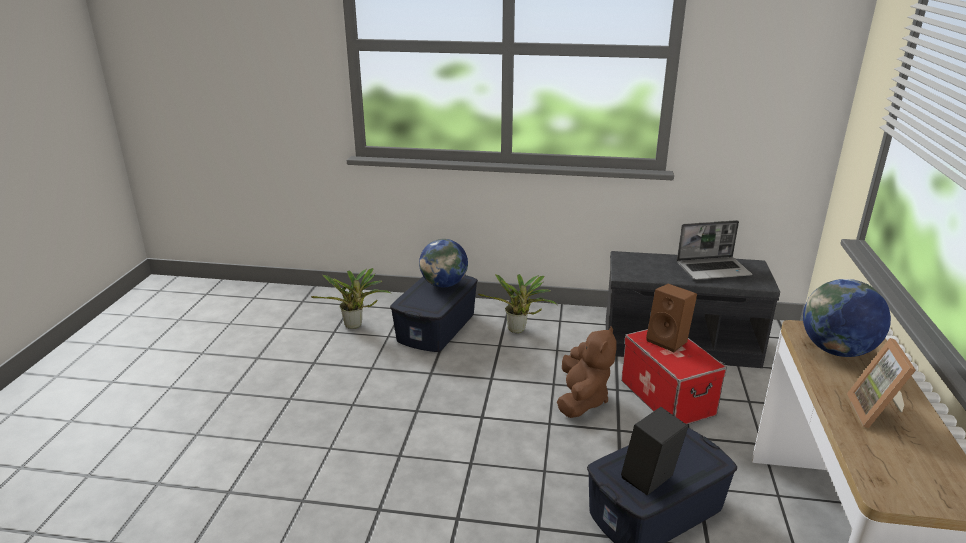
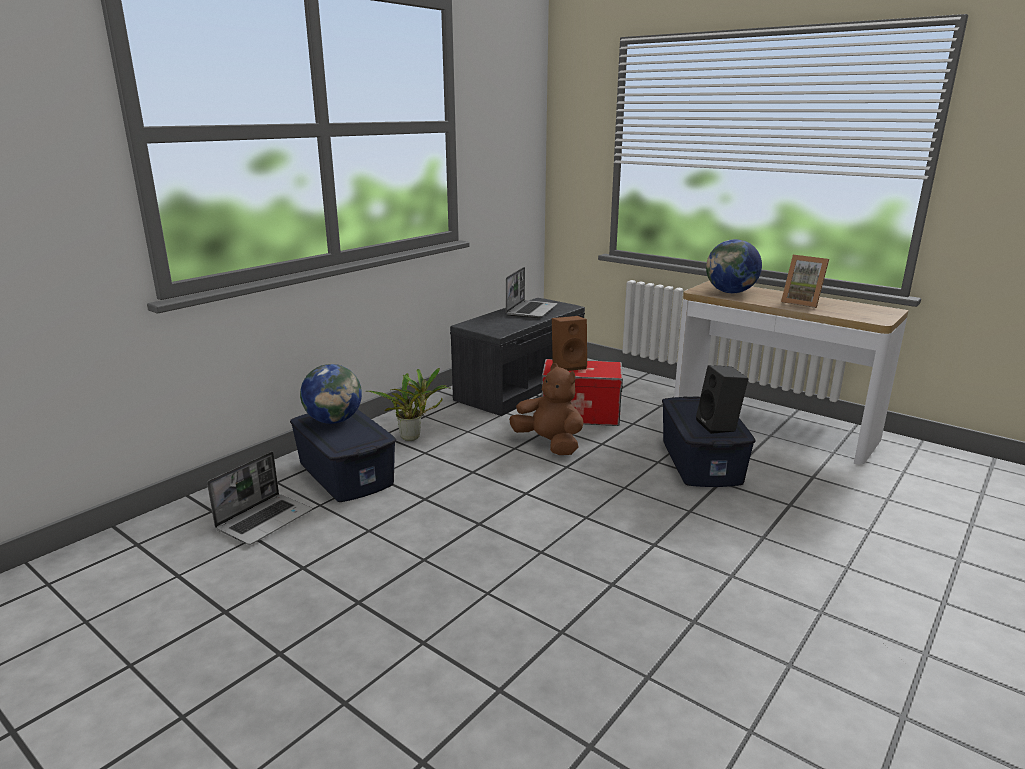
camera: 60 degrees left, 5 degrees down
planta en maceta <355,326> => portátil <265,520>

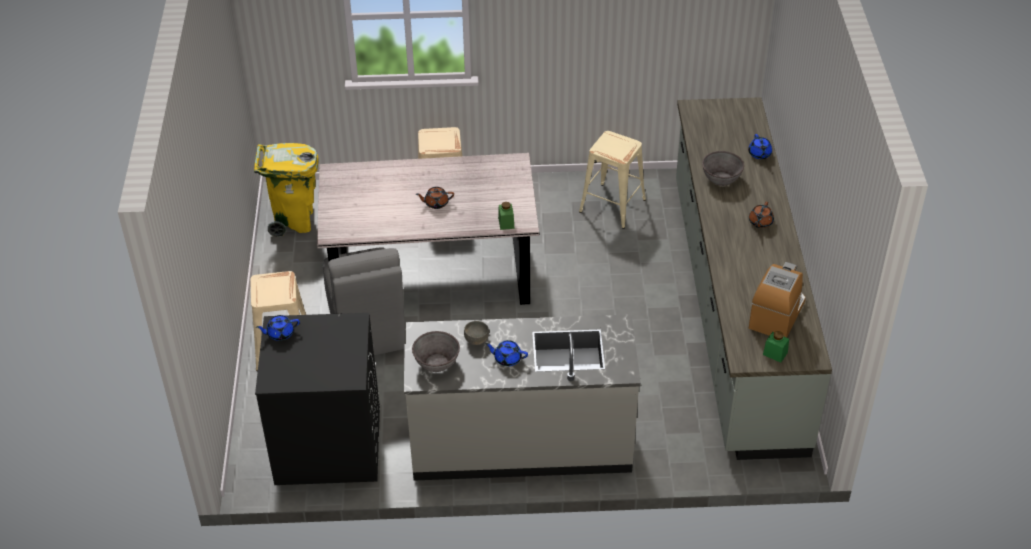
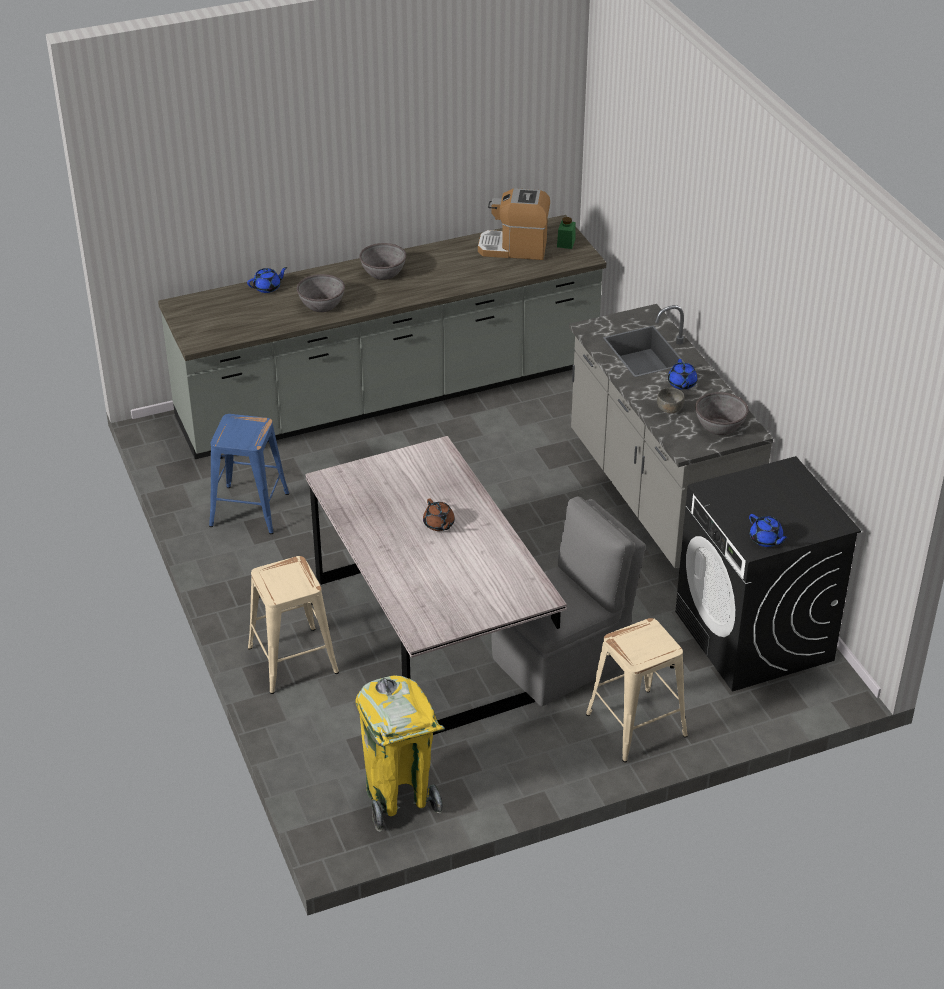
camera: 110 degrees left, 5 degrees down
taburete/beis <612,205> => taburete/azul <248,509>
tetera/marrón <760,222> => cuenco/gris <383,273>
tarro/verde <506,223> => nothing

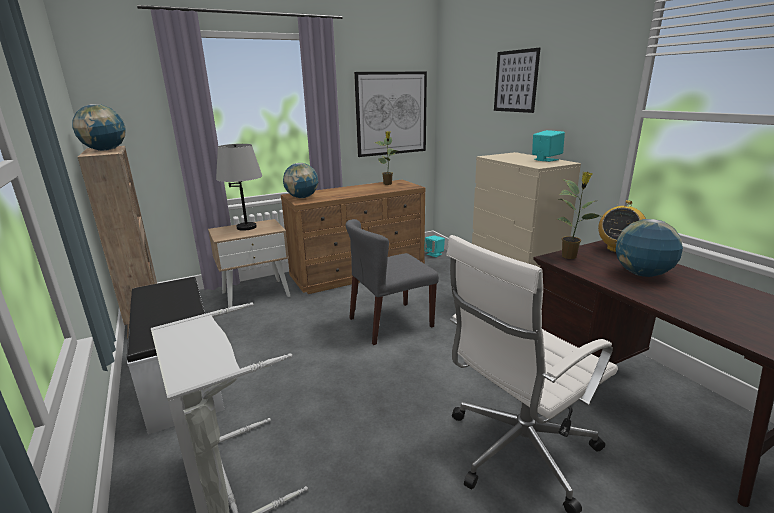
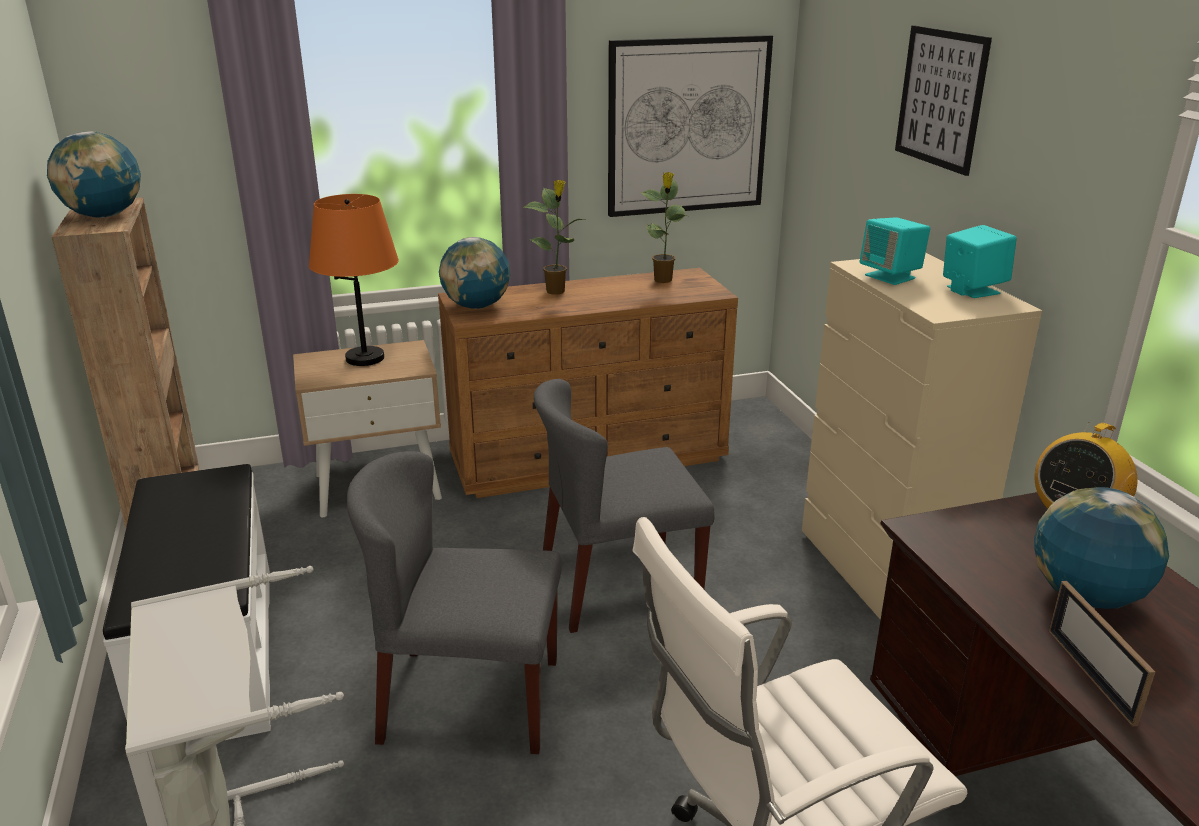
camera: 10 degrees right, 5 degrees up
lámpara de mesa/gris <247,227> => lámpara de mesa/naranja <365,358>
nothing => silla/gris <469,700>
planta en maceta <570,256> => planta en maceta <556,291>, relocated
altavoz/turquesa <434,254> => altavoz/turquesa <891,277>, relocated
nothing => portarretratos <1090,675>

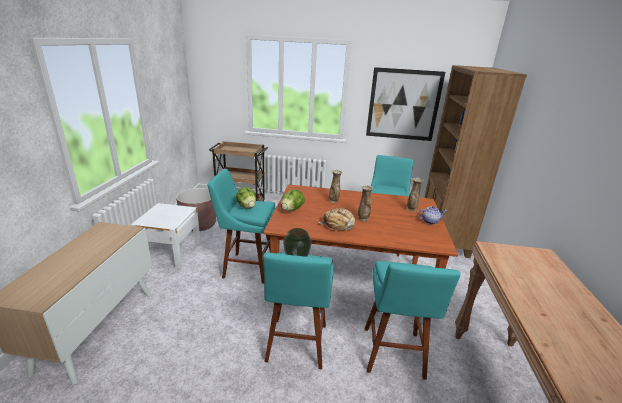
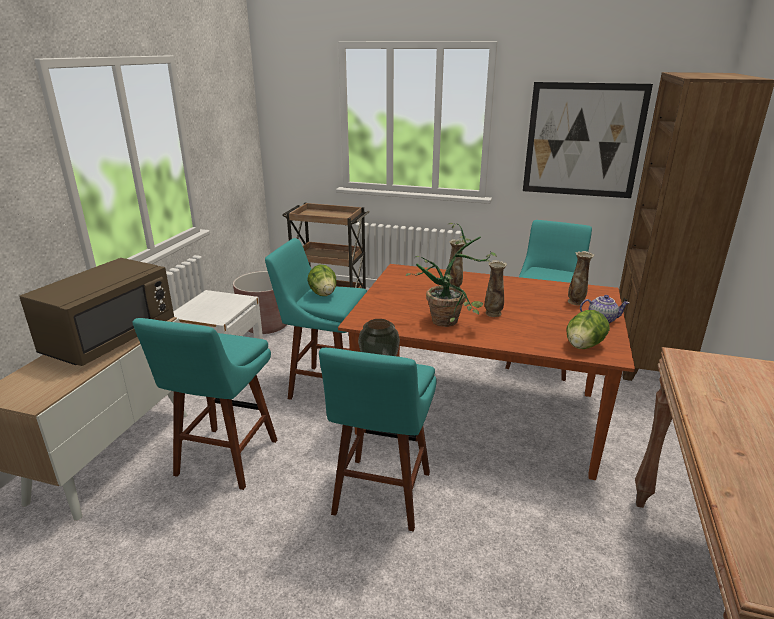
camera: 10 degrees right, 0 degrees up
nothing => microondas/marrón <110,338>
taburete/turquesa <393,355> => taburete/turquesa <224,461>, relocated
pan <338,225> => planta en maceta <452,321>
lechuga <291,210> => lechuga <583,346>, relocated

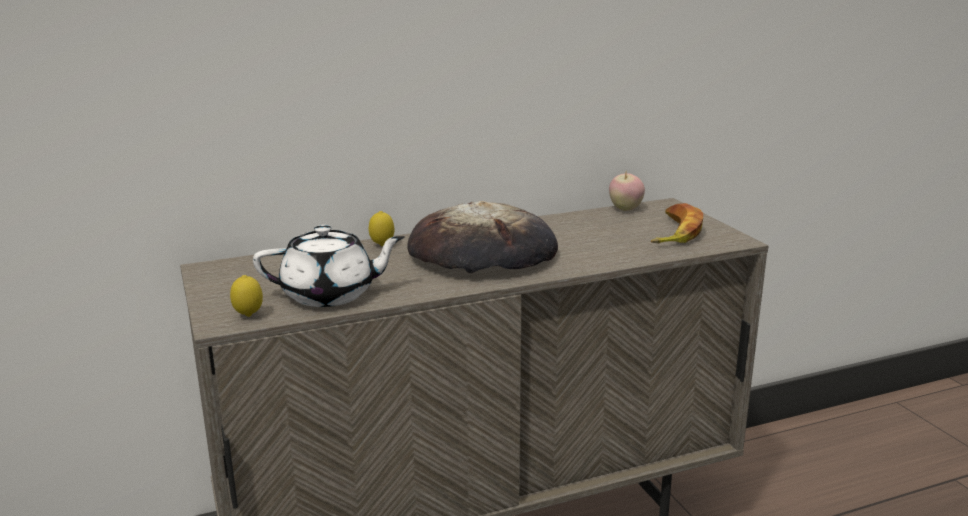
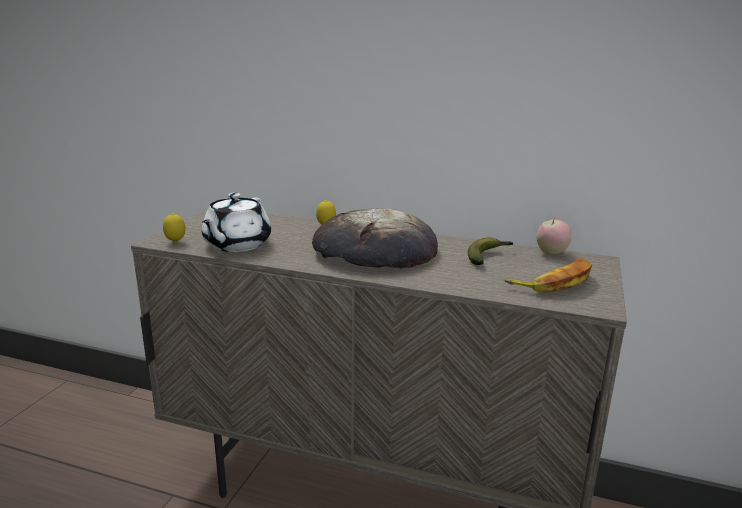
camera: 40 degrees right, 0 degrees up
tetera/blanco <330,294> => tetera/blanco <236,245>, 75 degrees clockwise
nothing => plátano <488,257>

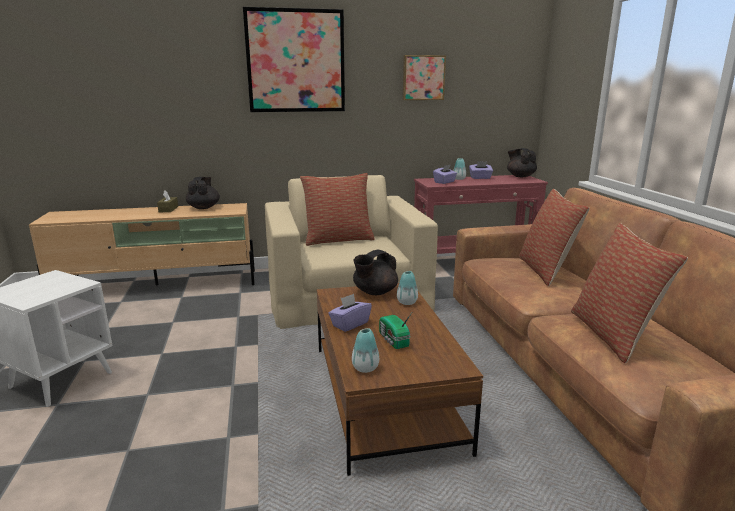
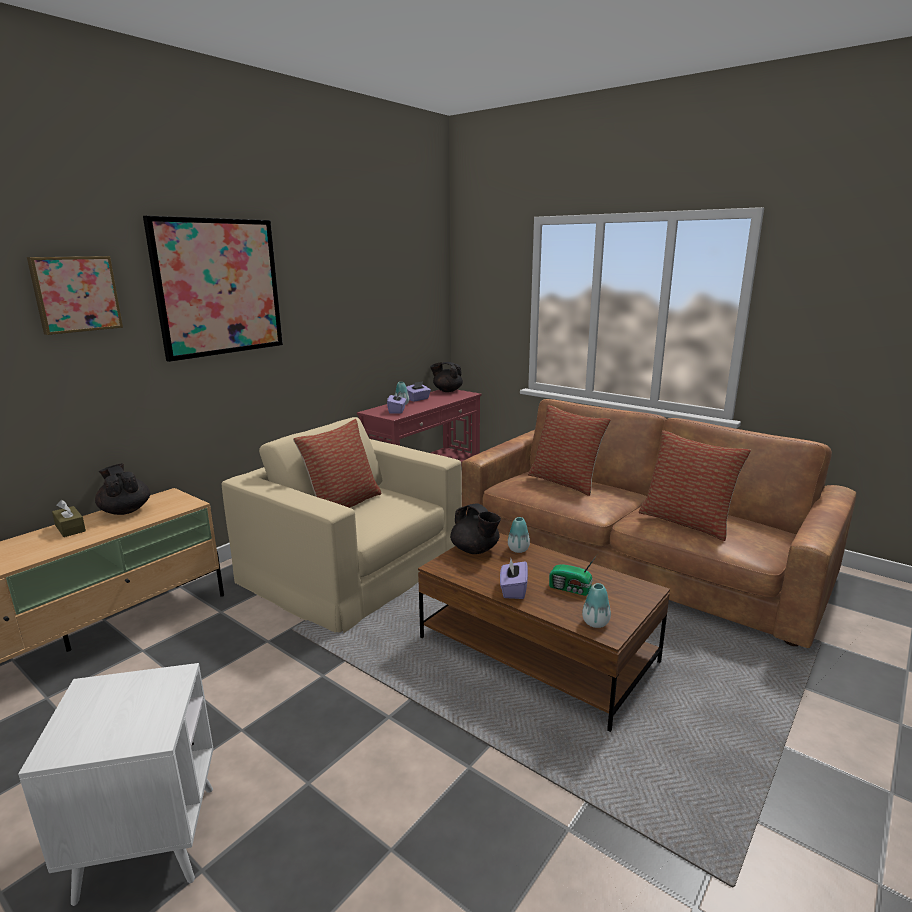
camera: 40 degrees left, 0 degrees up
cuadro <423,78> => cuadro <75,294>, relocated
tetera/negro <374,292> => tetera/negro <475,550>, 45 degrees counterclockwise

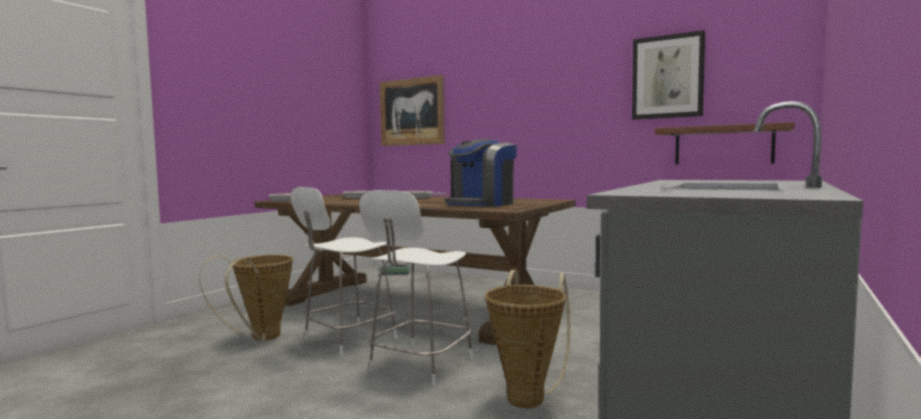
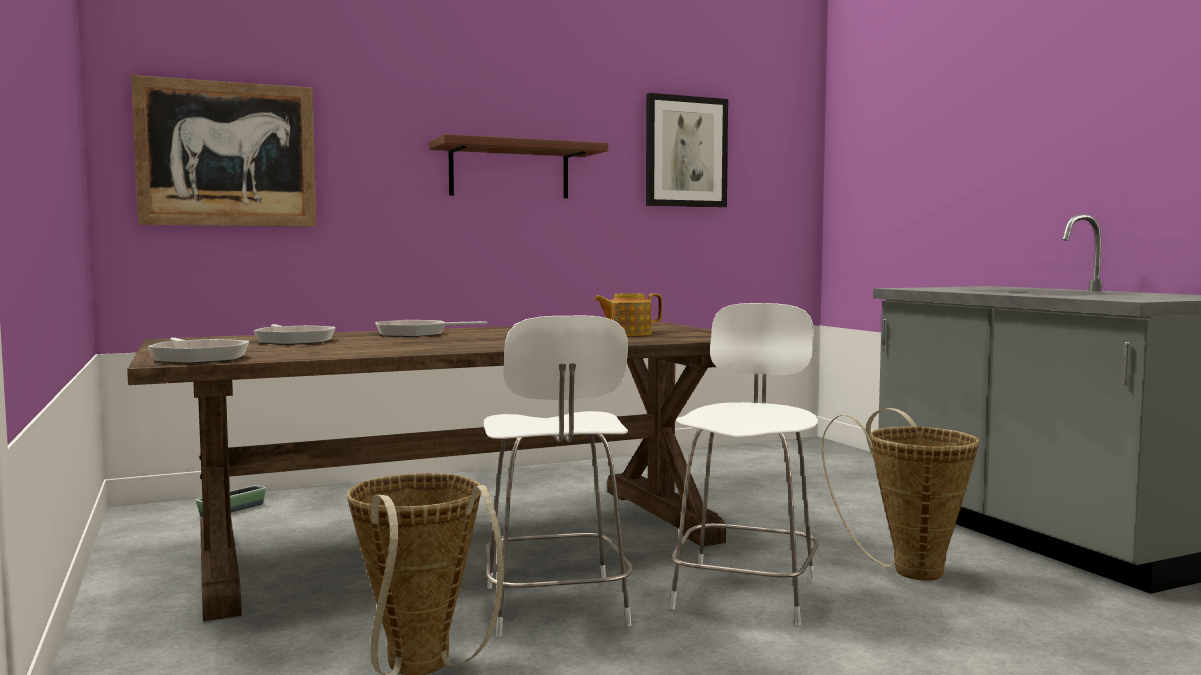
camera: 55 degrees left, 0 degrees up
estante/marrón <723,145> => estante/marrón <509,171>, relocated
cafetera <481,204> => tetera <627,334>
silla/blanco <419,365> => silla/blanco <746,591>, 135 degrees counterclockwise

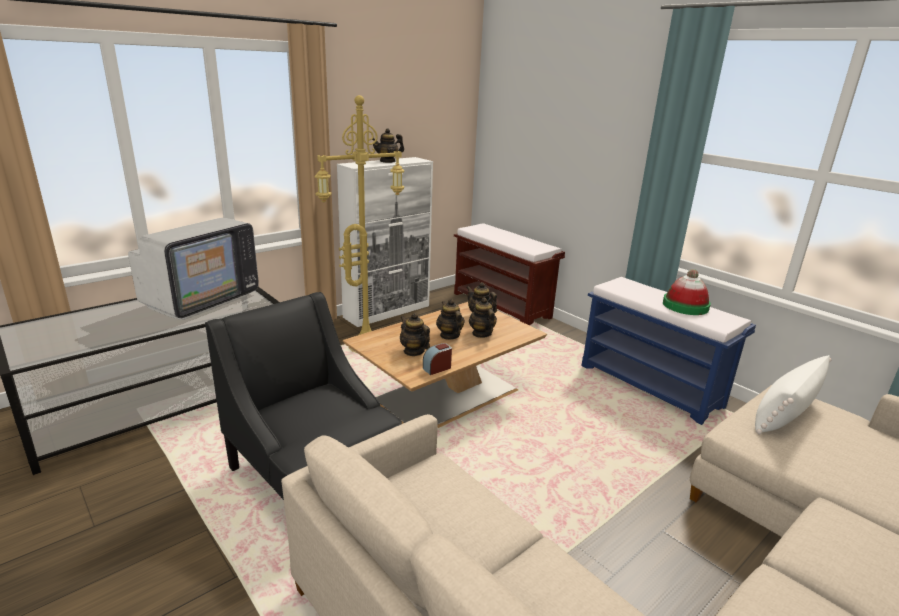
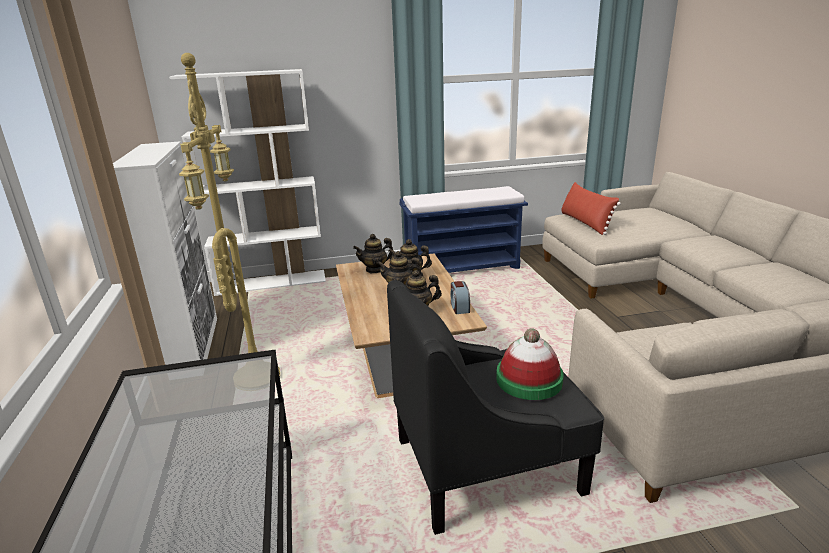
camera: 60 degrees left, 0 degrees up
banco/marrón <502,305> => estantería/blanco <272,282>
sombrero <685,306> => sombrero <529,380>, relocated
cojín/blanco <784,413> => cojín/rojo <585,223>
televisor <201,300> => nothing
tetera <388,161> => nothing

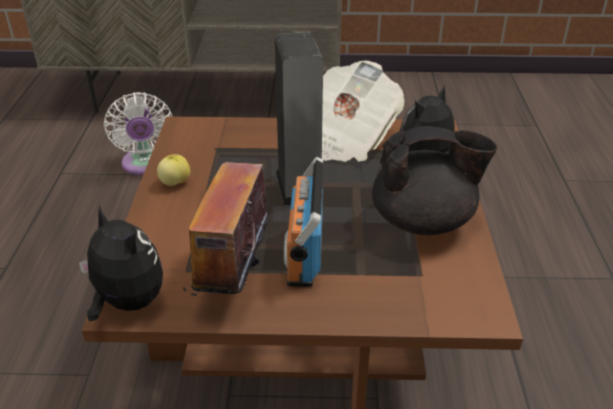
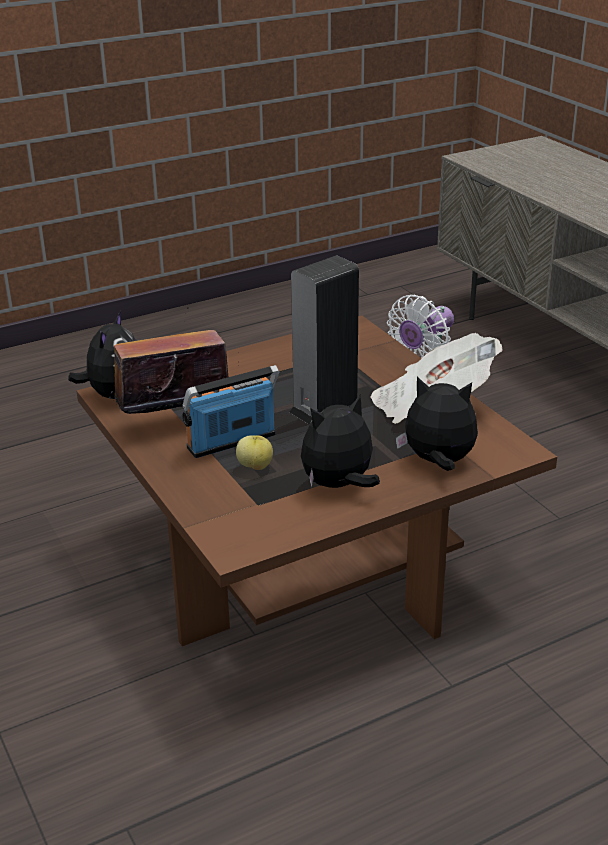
camera: 60 degrees right, 5 degrees down
manzana <175,182> => manzana <255,466>, relocated
tetera/negro <424,221> => peluche <339,485>

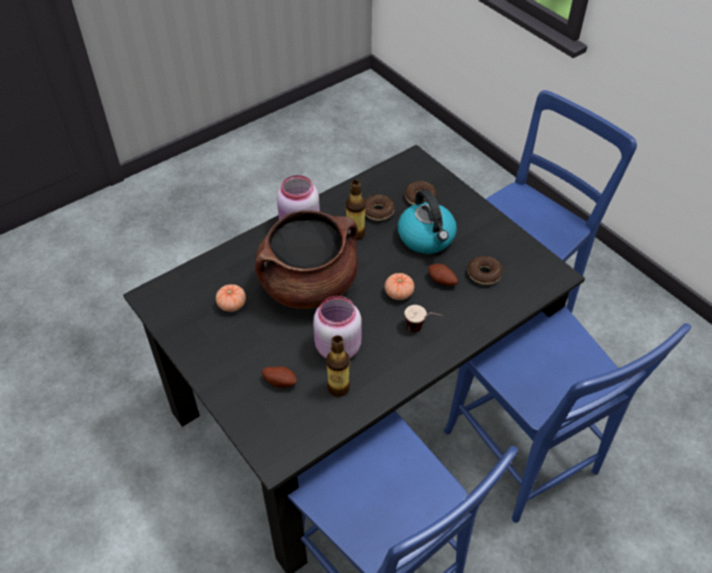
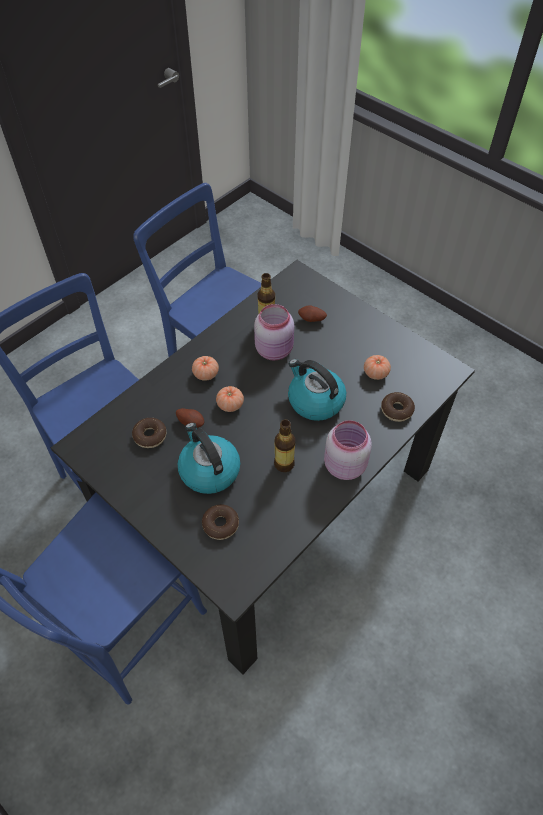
camera: 170 degrees right, 5 degrees up
taza <422,330> => tomate <206,374>
olla/marrón <308,285> => hervidor <315,401>
rosquilla <378,211> => rosquilla <396,410>, relocated

